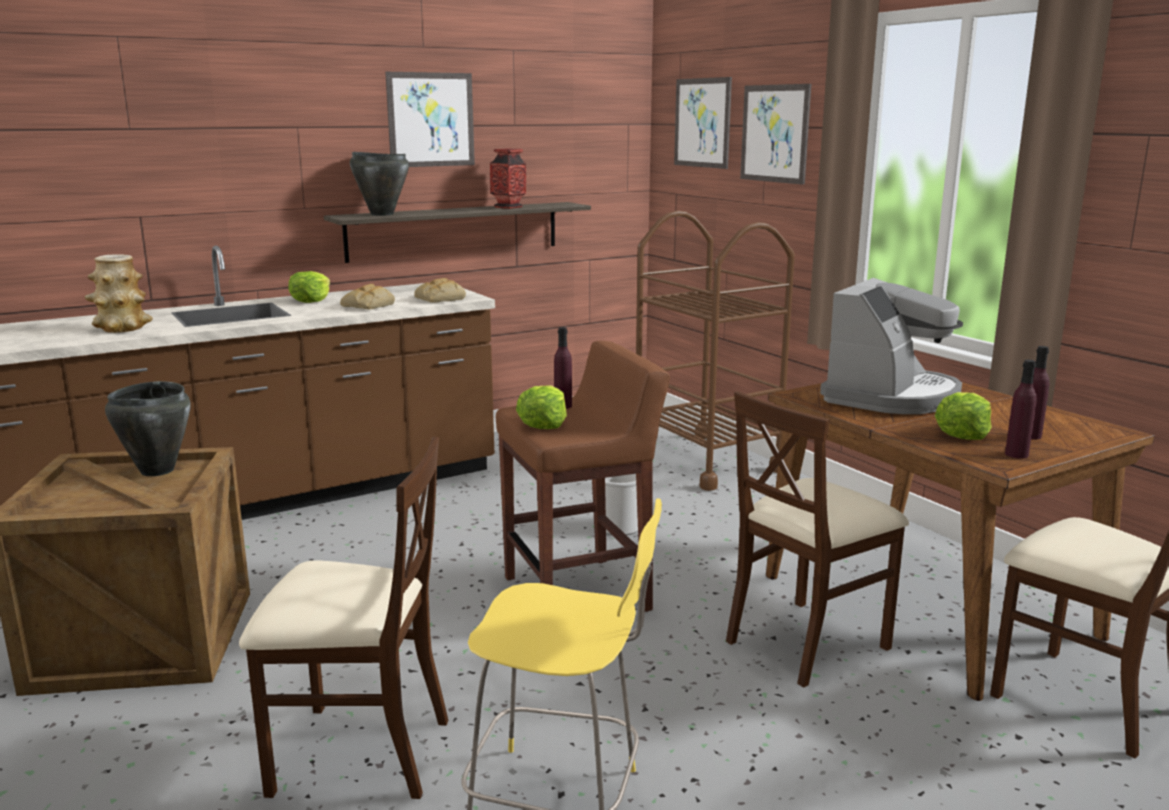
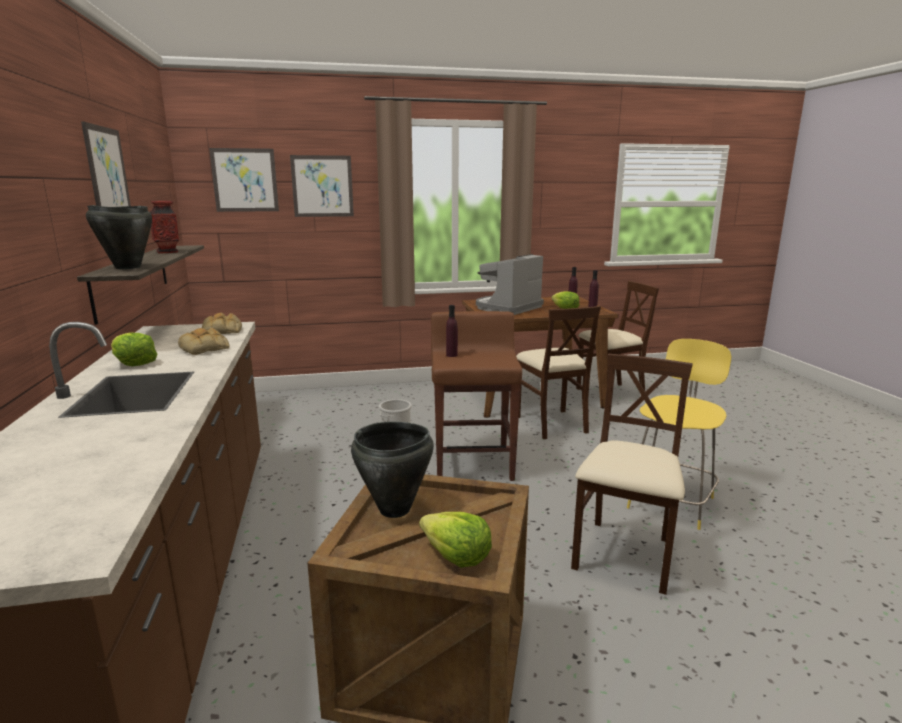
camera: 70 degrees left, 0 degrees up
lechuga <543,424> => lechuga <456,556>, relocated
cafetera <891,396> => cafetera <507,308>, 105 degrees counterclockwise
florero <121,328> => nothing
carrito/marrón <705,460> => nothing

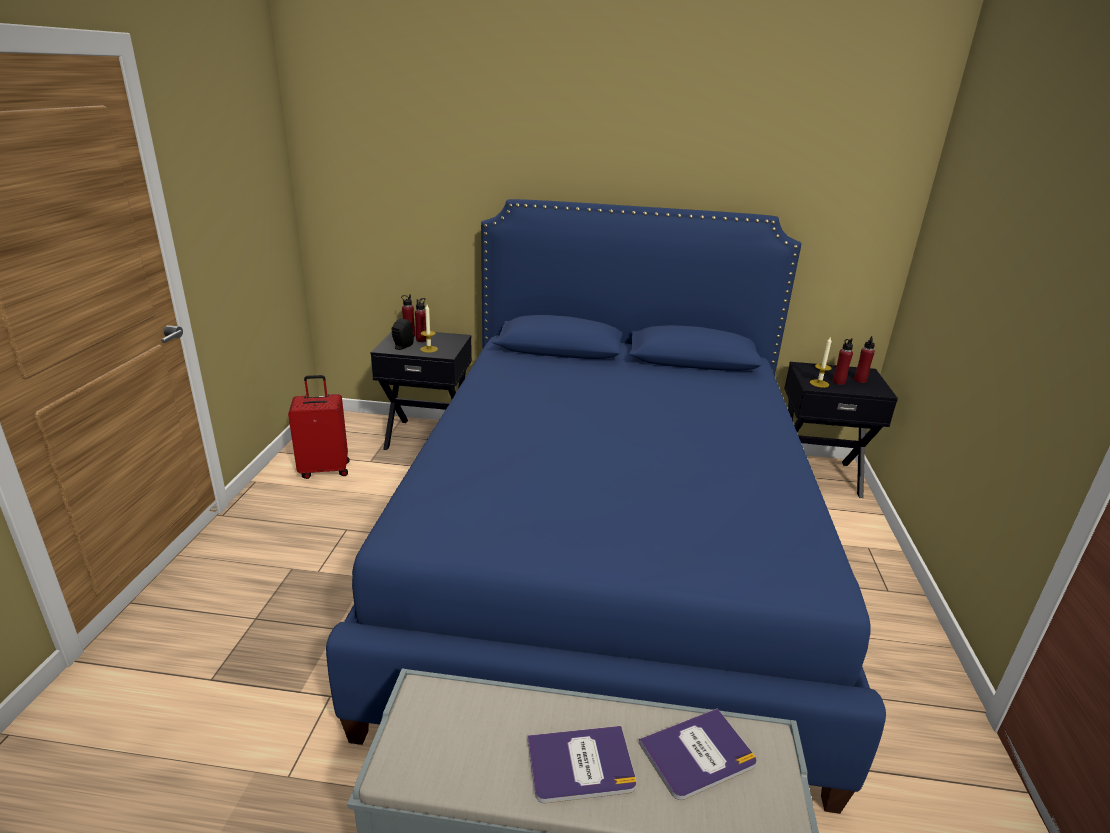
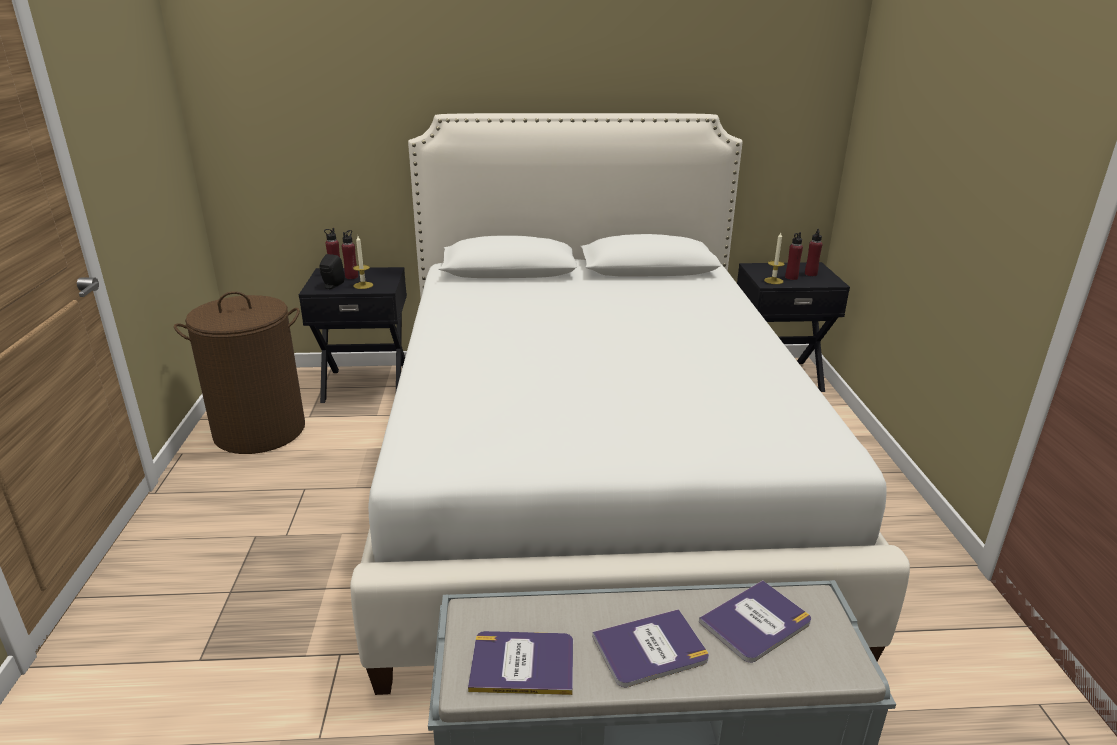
camera: 10 degrees left, 0 degrees up
maleta/rojo <325,469> => cesto de la ropa/marrón <260,431>
cama/azul <607,557> => cama/blanco <592,478>
nothing => libro <522,664>

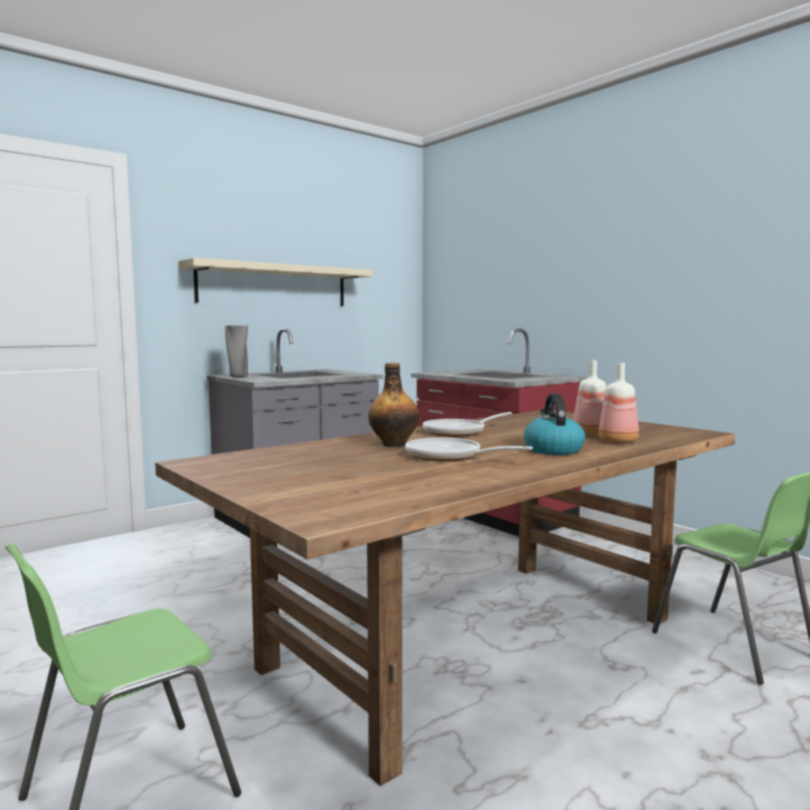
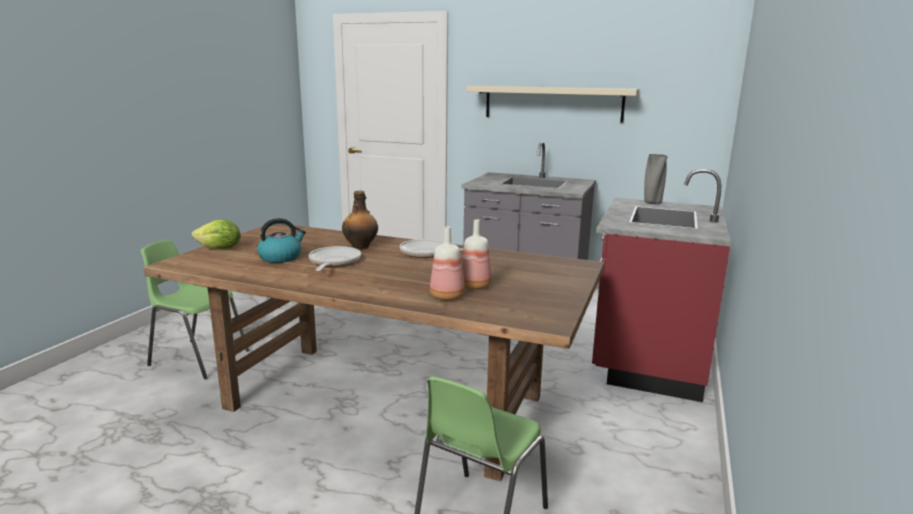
camera: 60 degrees right, 10 degrees up
nothing => lechuga <220,249>
hervidor <552,450> => hervidor <281,257>, relocated
florero/gris <238,377> => florero/gris <652,203>, relocated

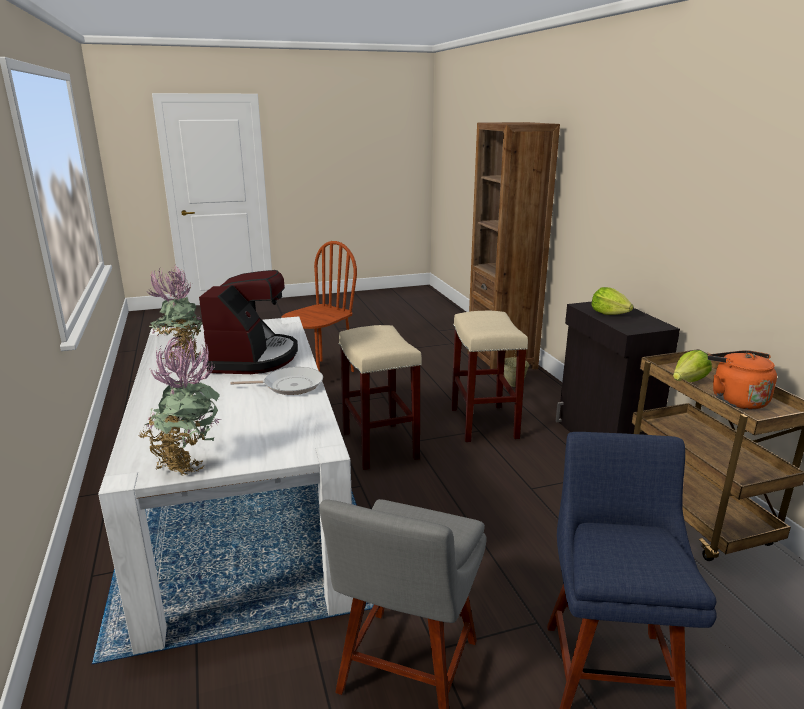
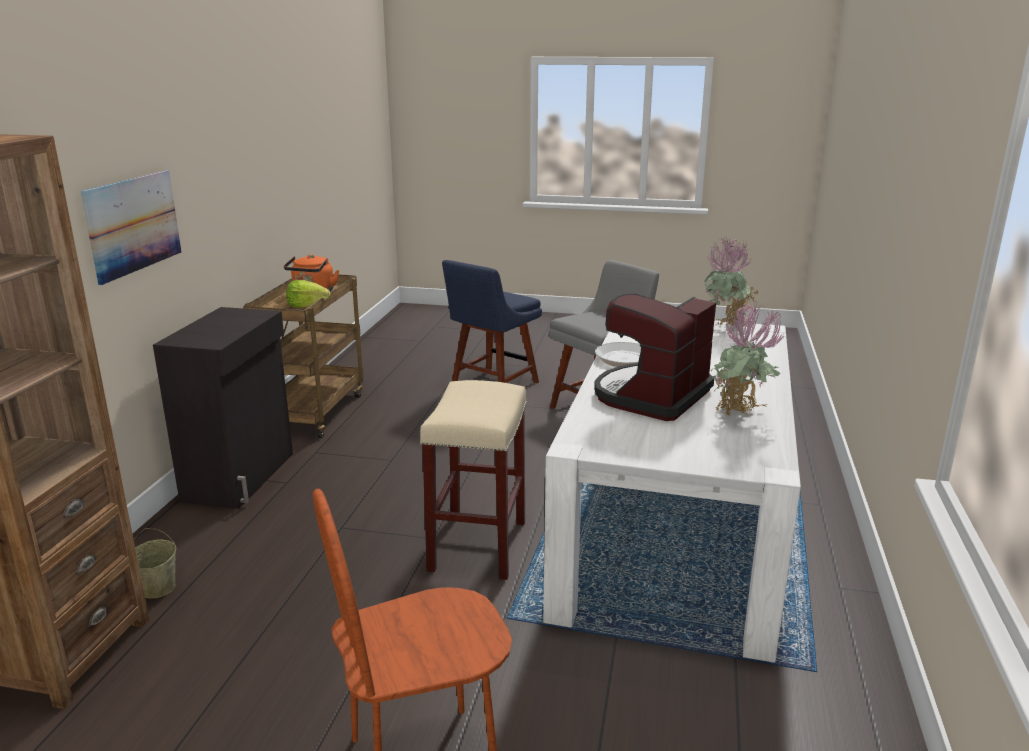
camera: 150 degrees left, 0 degrees up
nothing => cuadro <133,224>
taburete/beis <484,423> => nothing
lechuga <609,313> => nothing

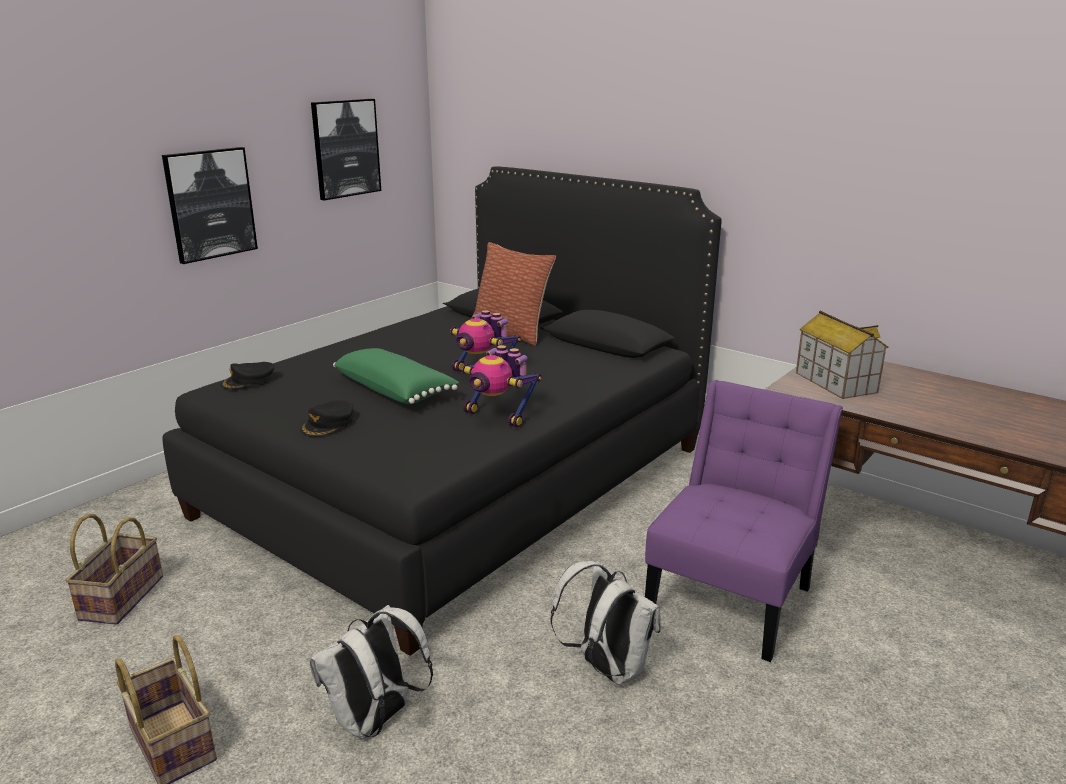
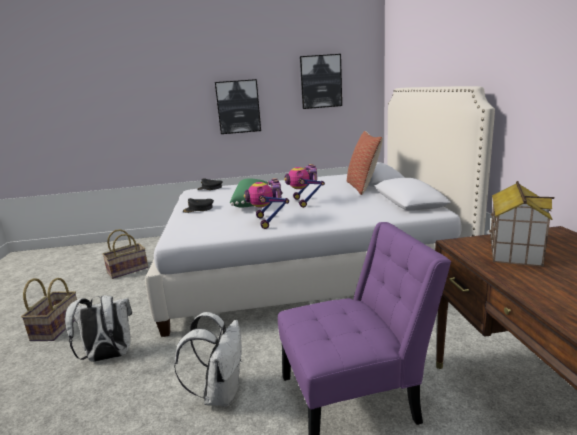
camera: 45 degrees right, 5 degrees down
cama/negro <460,480> => cama/blanco <306,268>

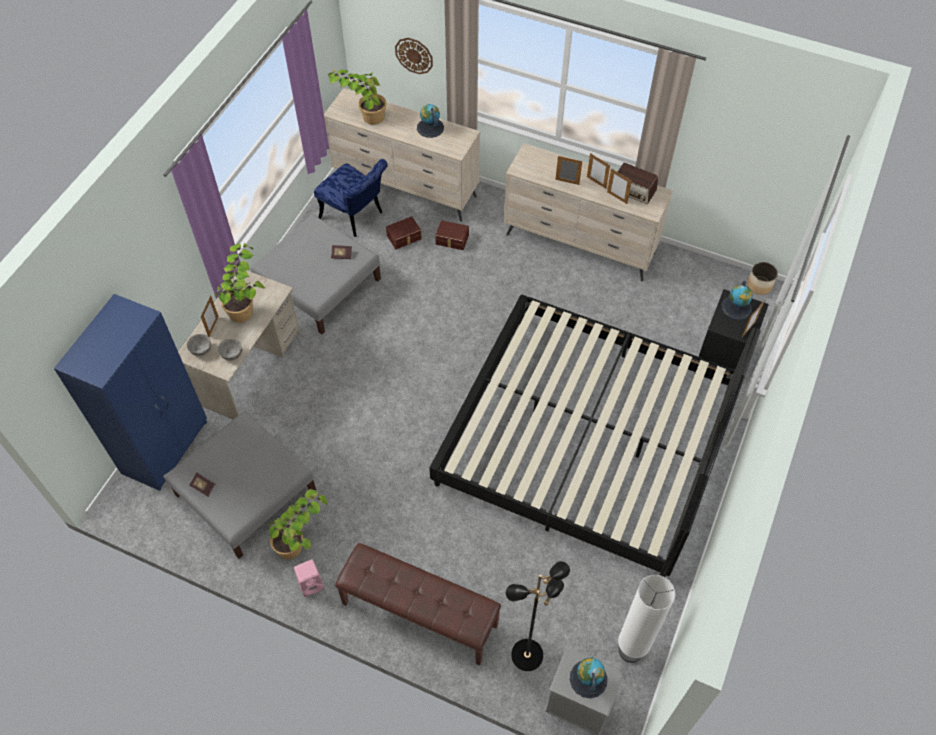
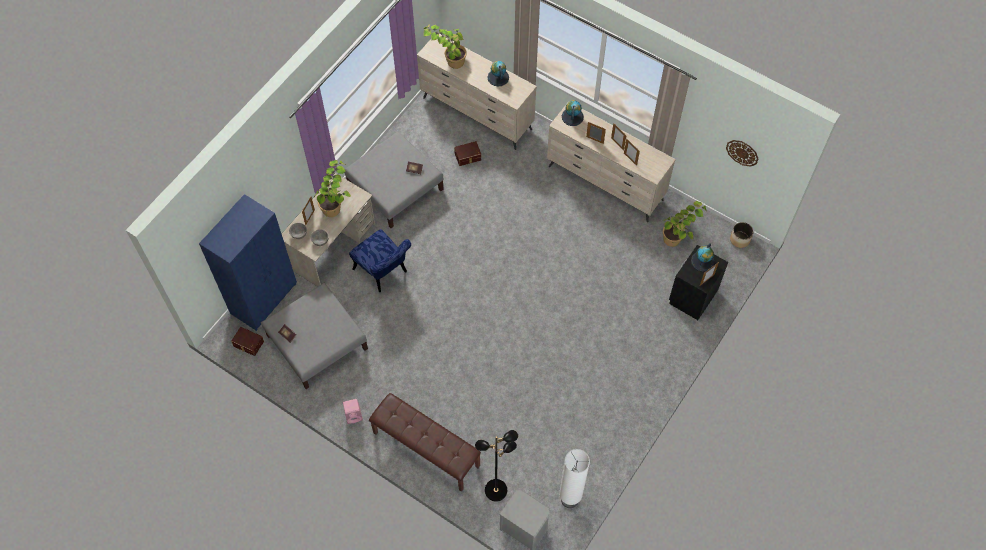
camera: 10 degrees right, 5 degrees up
caja de almacenaje/marrón <452,240> => caja de almacenaje/marrón <248,344>, relocated
silla/azul <355,217> => silla/azul <383,273>, relocated
globo terráqueo <588,679> => globo terráqueo <572,117>, relocated
planta en maceta <301,541> => planta en maceta <680,236>, relocated
reloj de pared <414,55> => reloj de pared <742,152>, relocated
cama <586,440> => nothing
radio <633,190> => nothing

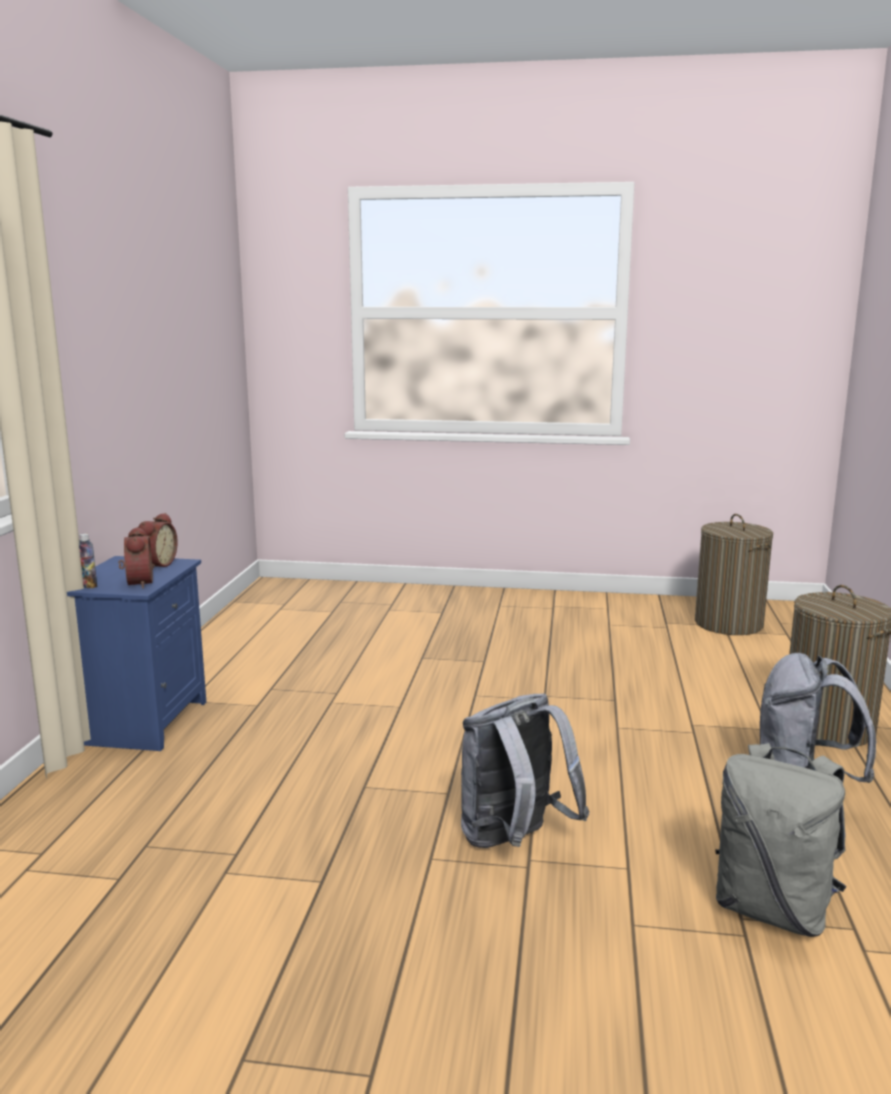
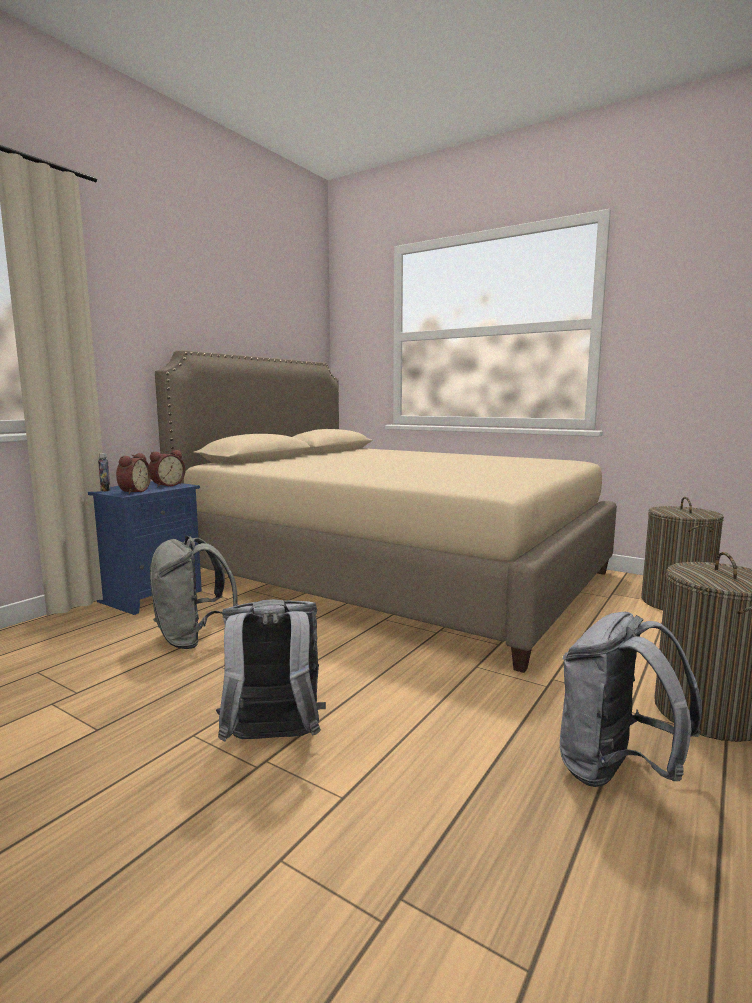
camera: 25 degrees right, 5 degrees down
mochila/gris <773,910> => mochila/gris <192,639>, relocated
nothing => cama/beis <393,575>

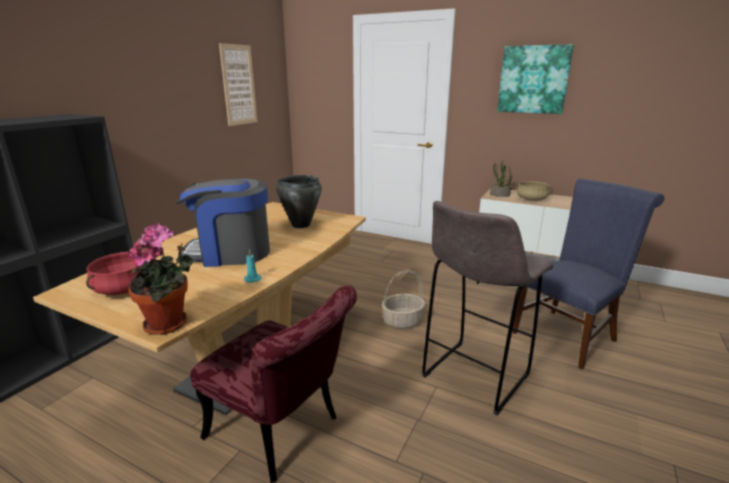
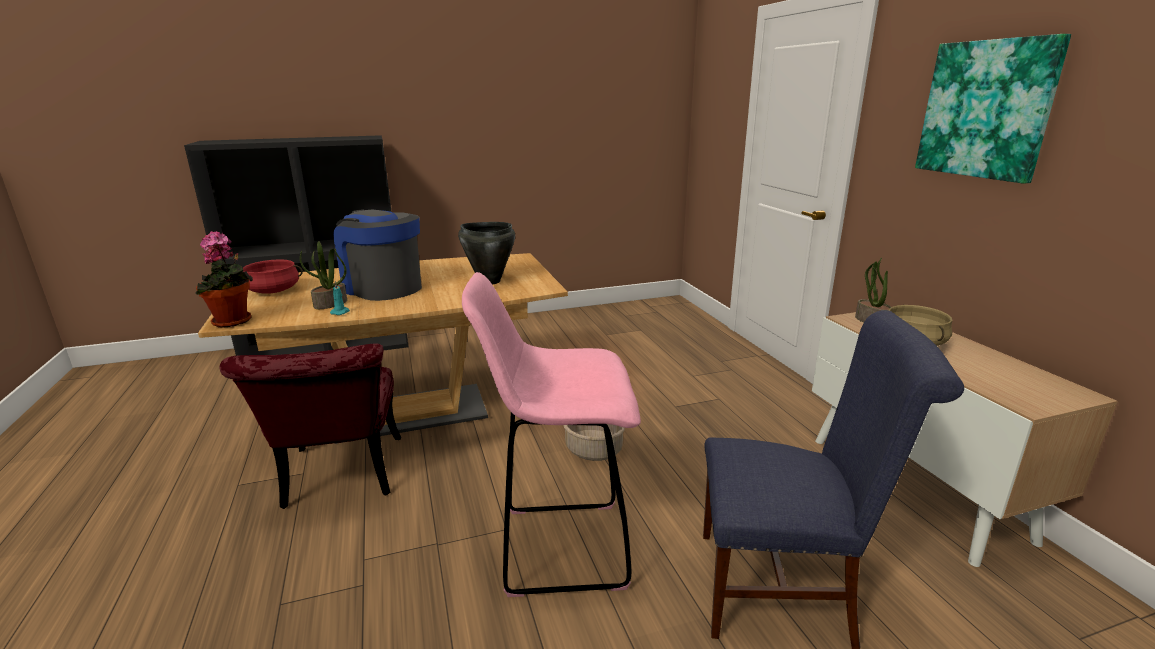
camera: 45 degrees right, 0 degrees up
nothing => planta en maceta <330,304>
taburete/gris <473,377> => taburete/rosa <558,547>
cuadro <239,85> => nothing

